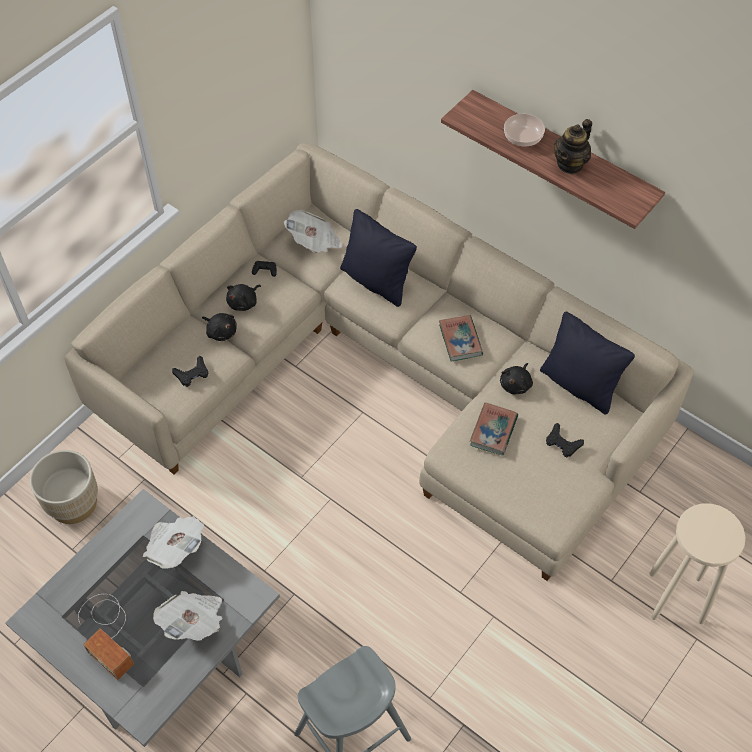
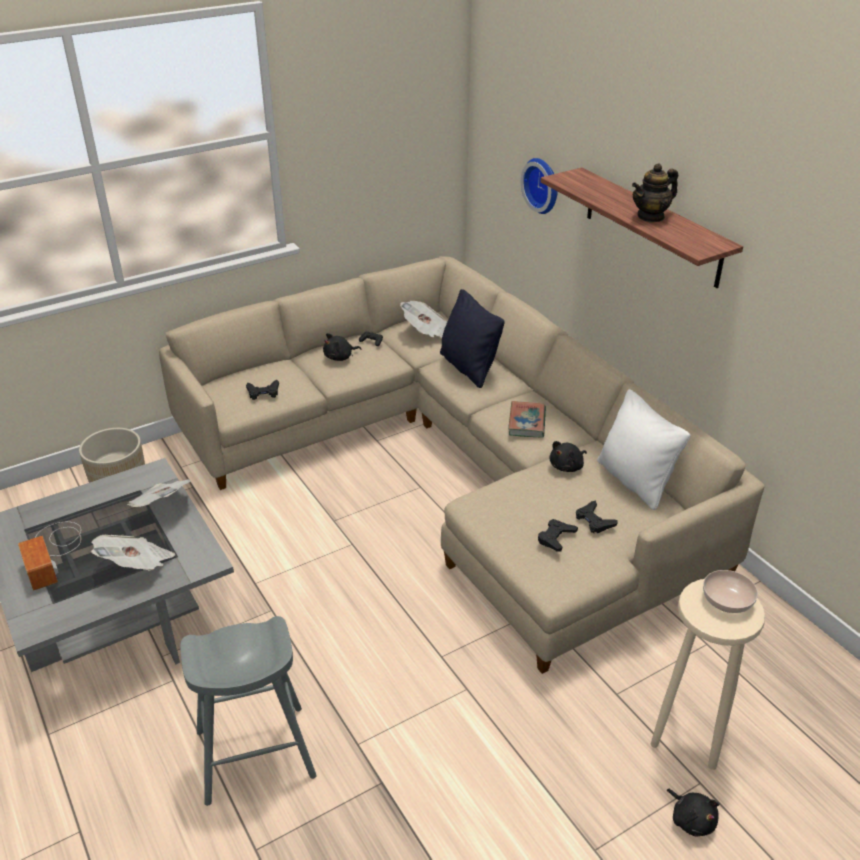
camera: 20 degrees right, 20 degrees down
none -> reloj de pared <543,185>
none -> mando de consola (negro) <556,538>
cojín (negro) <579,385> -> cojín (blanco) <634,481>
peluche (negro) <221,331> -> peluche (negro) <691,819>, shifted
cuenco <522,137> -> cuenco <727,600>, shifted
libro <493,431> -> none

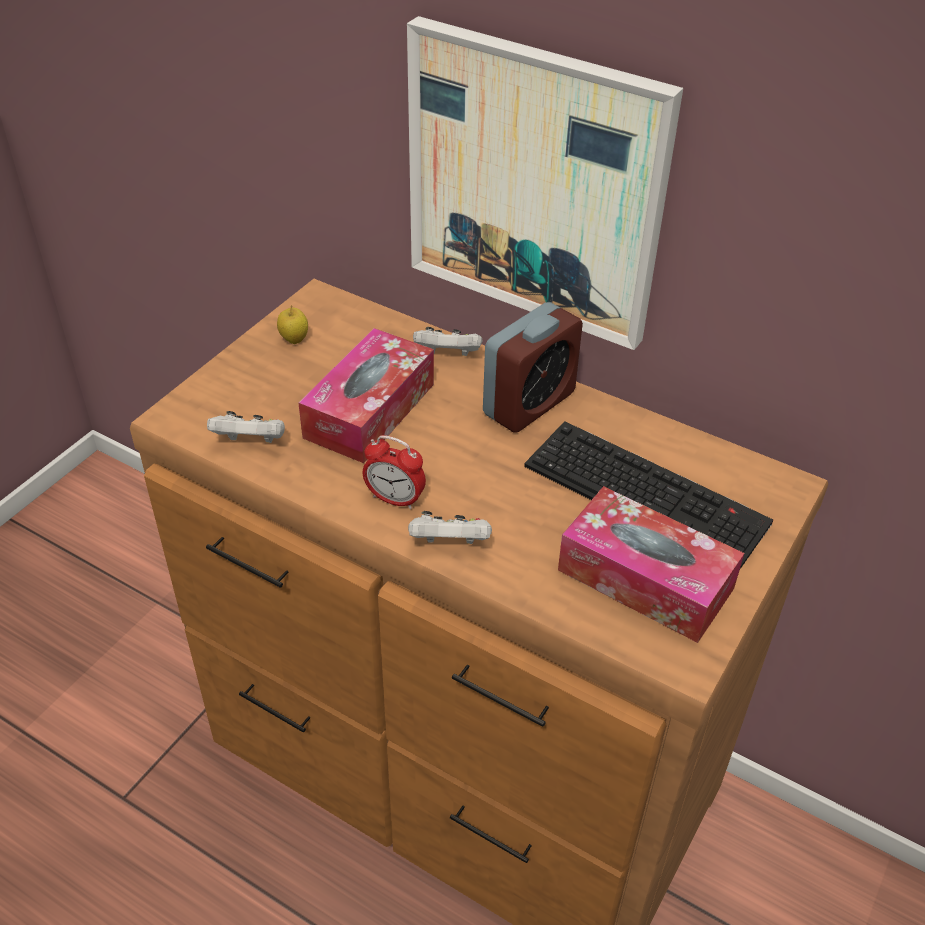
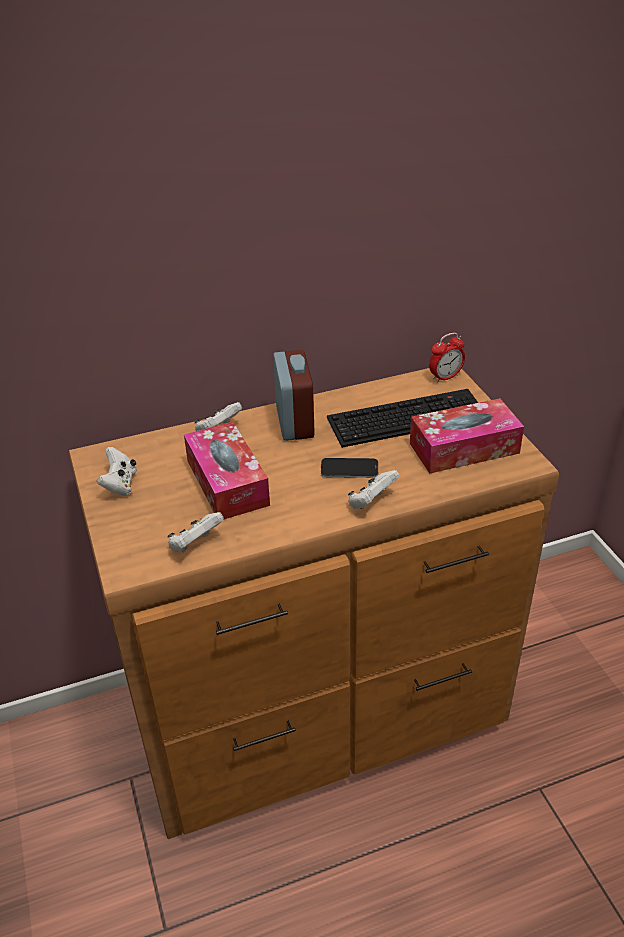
camera: 50 degrees left, 5 degrees down
manzana <294,340> -> mando de consola (blanco) <120,484>
none -> móvil <349,469>
despertador <395,499> -> despertador <445,377>, shifted
cuadro <535,184> -> none

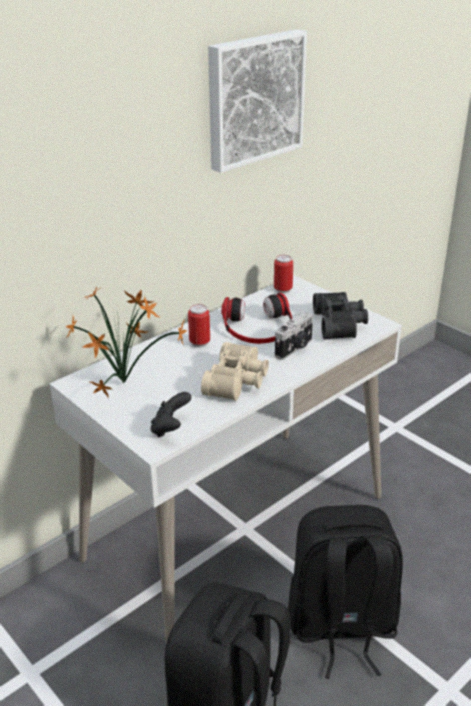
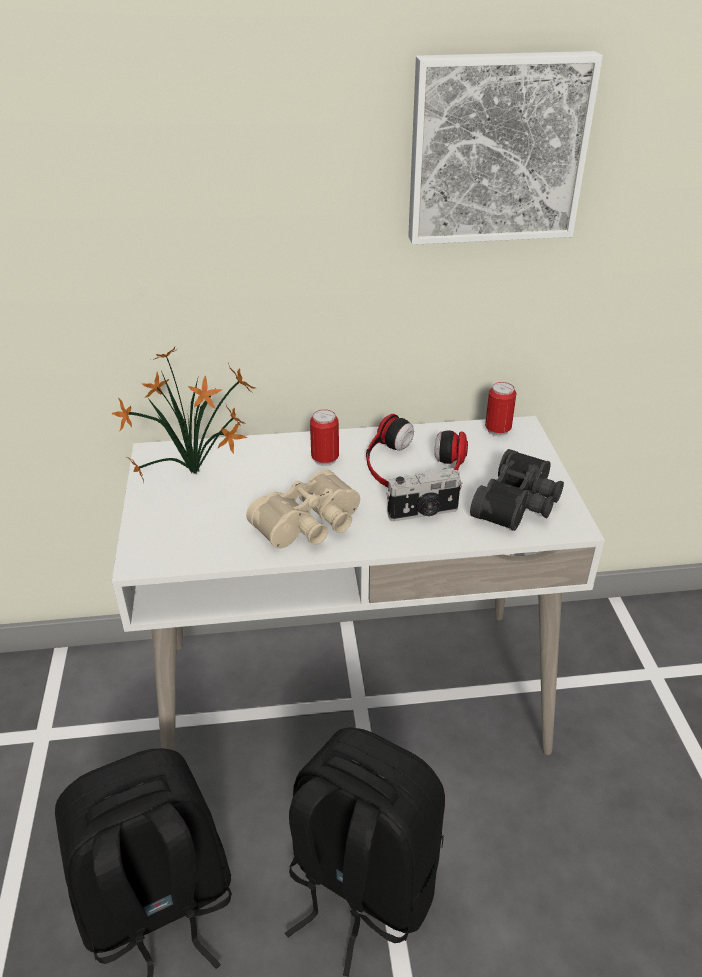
camera: 35 degrees right, 5 degrees up
mando de consola (negro) <170,428> -> none

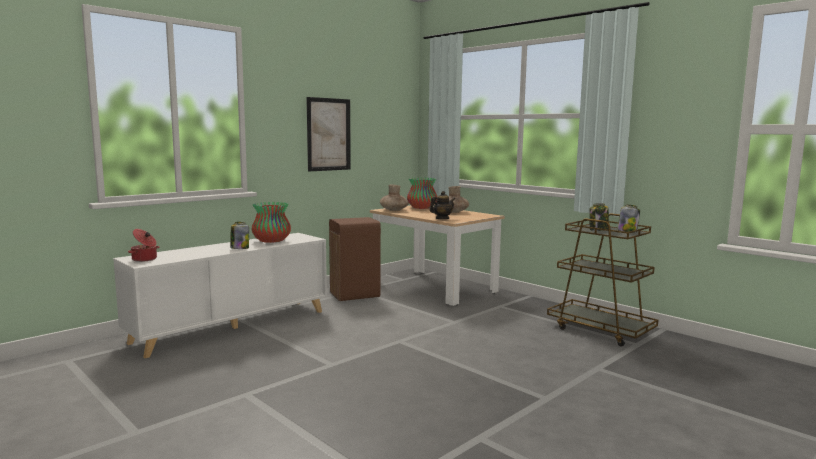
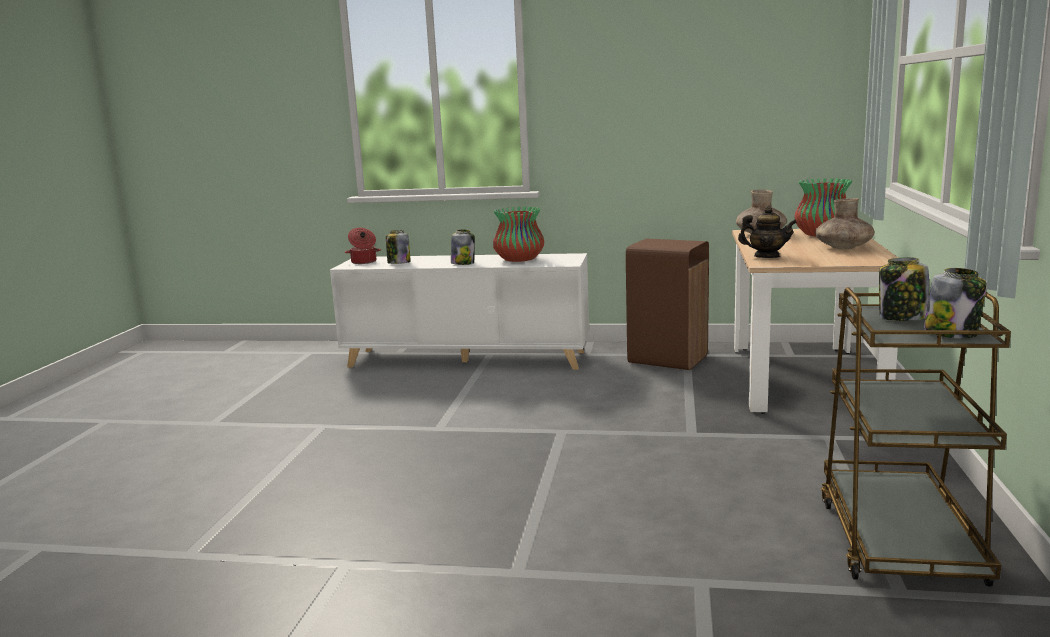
camera: 55 degrees right, 5 degrees up
none -> tarro <398,263>
cuadro <328,134> -> none

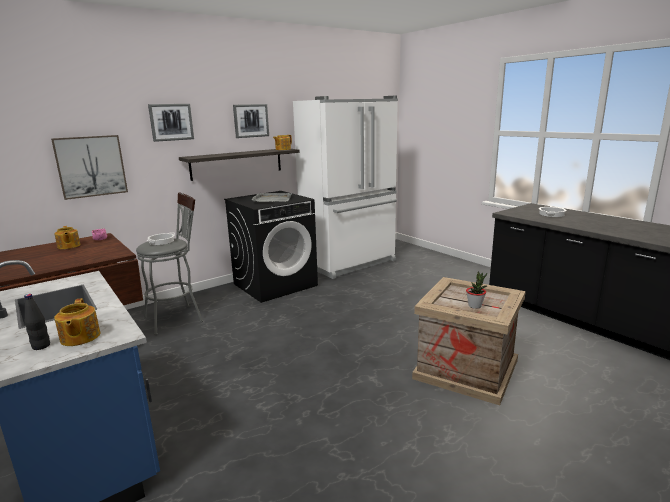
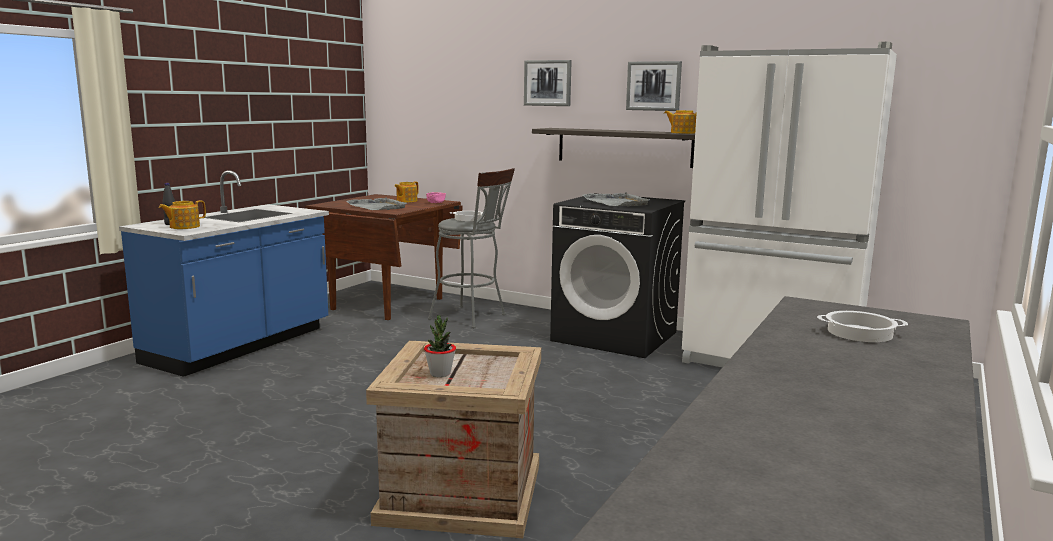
camera: 65 degrees right, 5 degrees down
none -> bandeja (gris) <378,207>
cuadro <91,166> -> none

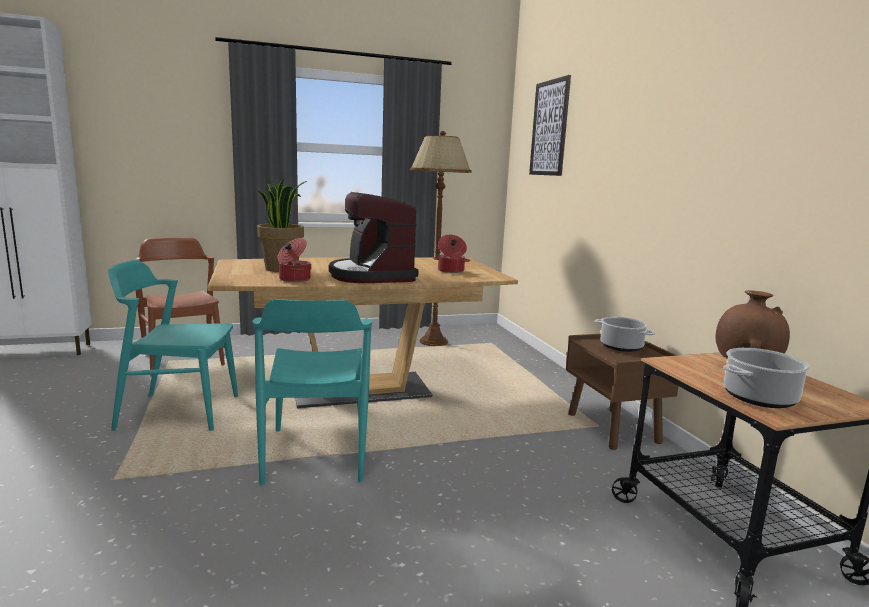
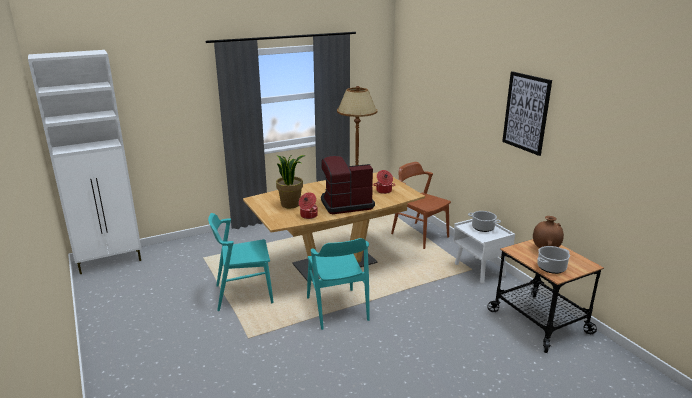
camera: 10 degrees left, 10 degrees up
cafetera <372,275> -> cafetera <345,204>, 105 degrees clockwise
silla (marrón) <183,359> -> silla (marrón) <419,235>, shifted
mesita de noche (marrón) <613,429> -> mesita de noche (blanco) <480,270>
cuadro <549,128> -> cuadro <526,112>, shifted

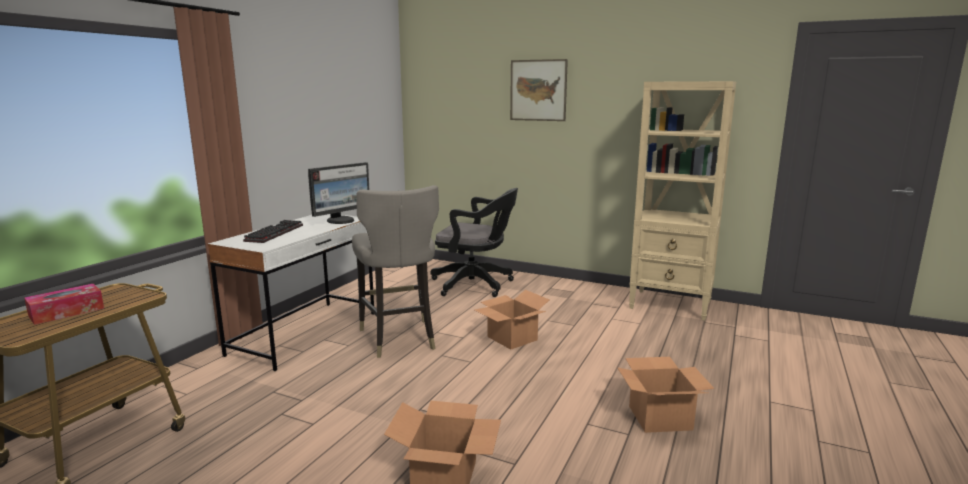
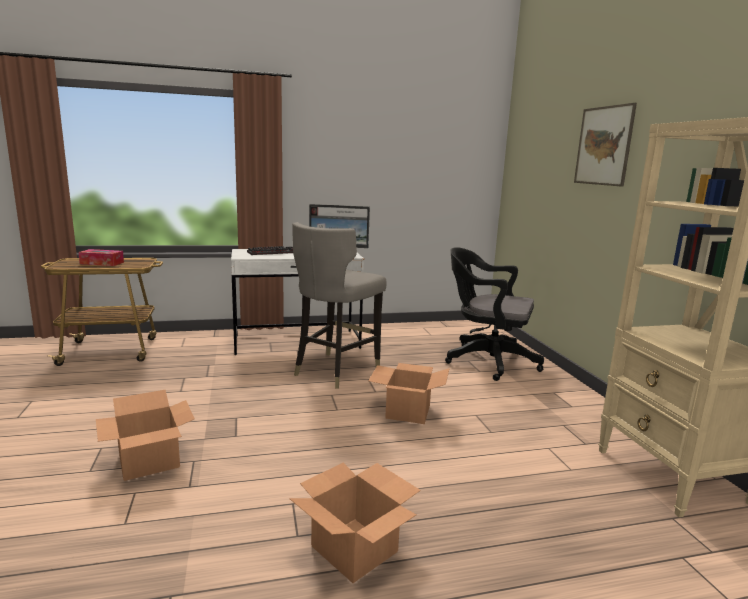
camera: 50 degrees right, 0 degrees up
silla de oficina (negro) <476,285> -> silla de oficina (negro) <486,361>, 135 degrees clockwise

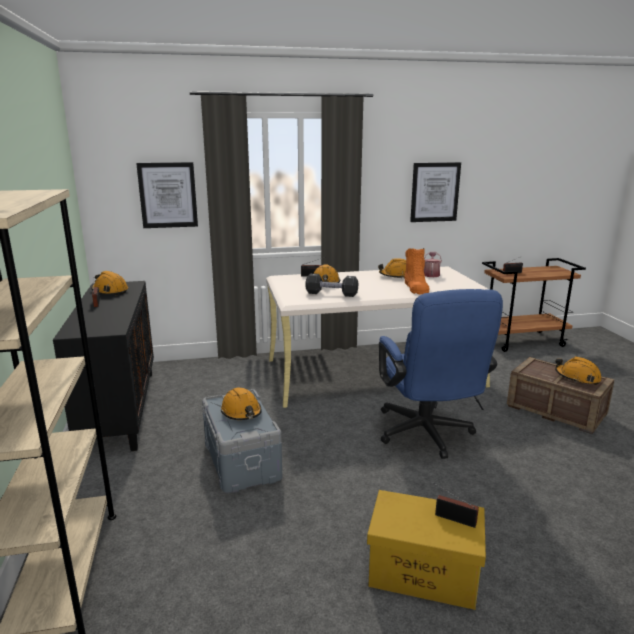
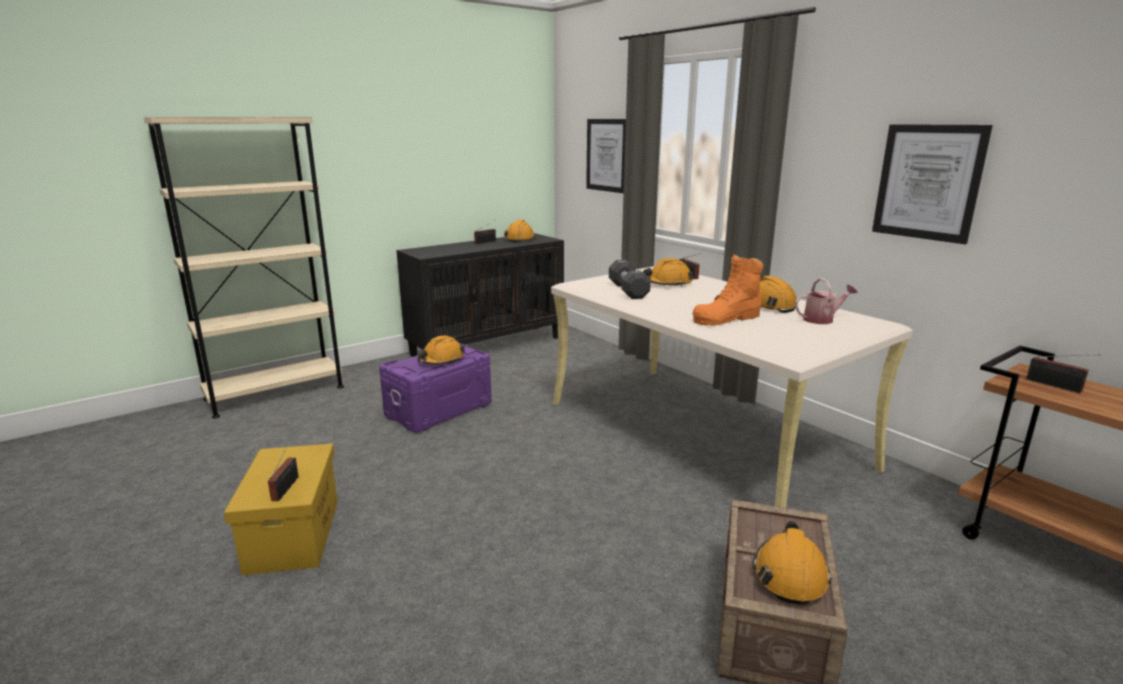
camera: 65 degrees right, 0 degrees up
caja de almacenaje (gris) <243,460> -> caja de almacenaje (morado) <439,410>
silla de oficina (azul) <427,435> -> none

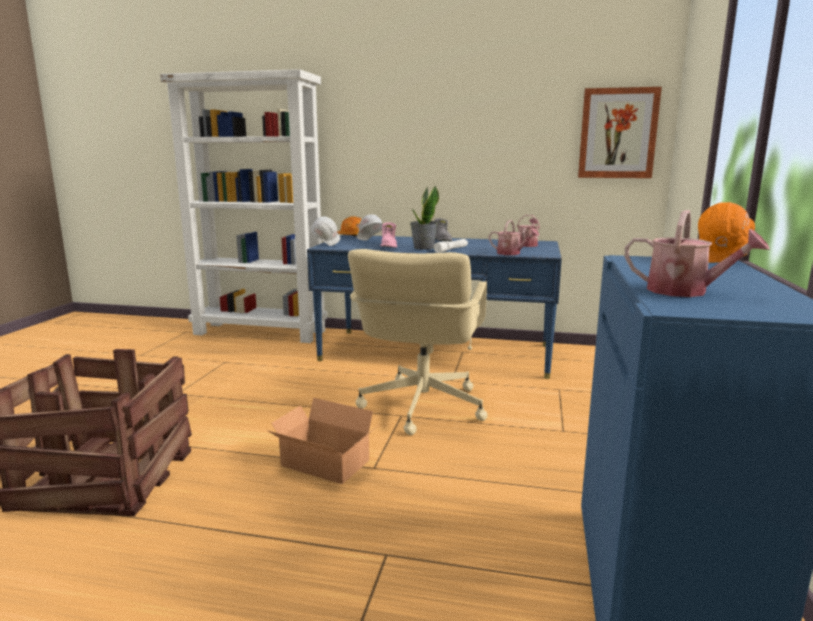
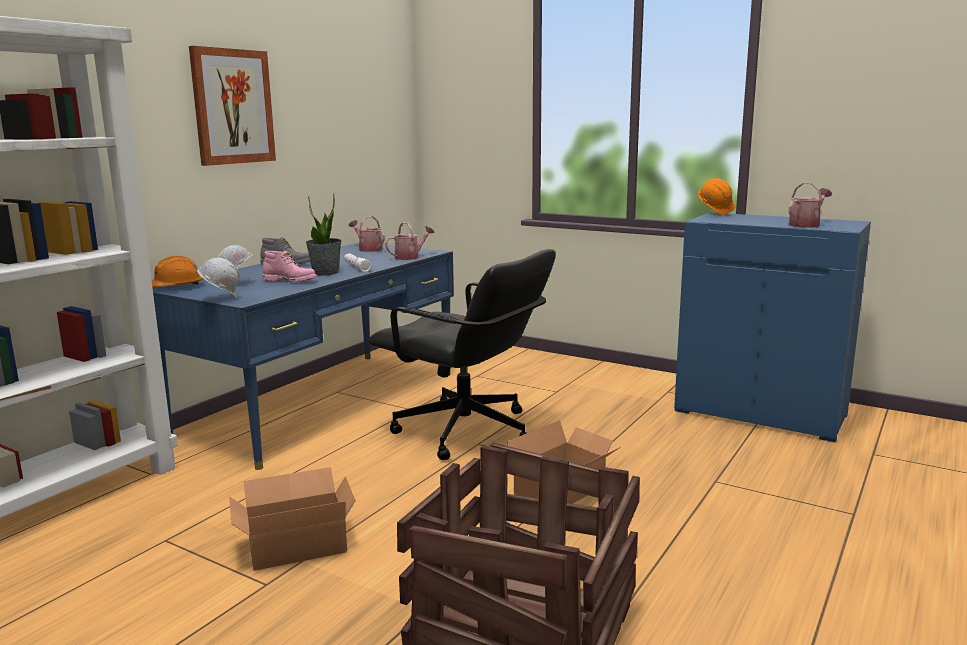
camera: 70 degrees left, 0 degrees up
cuadro <617,133> -> cuadro <232,107>, shifted
none -> caja de cartón <294,544>
silla de oficina (beis) <421,407> -> silla de oficina (negro) <466,432>

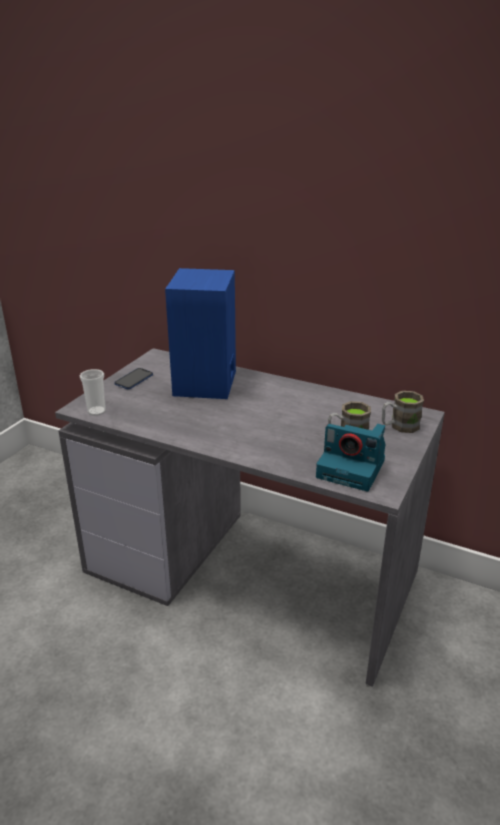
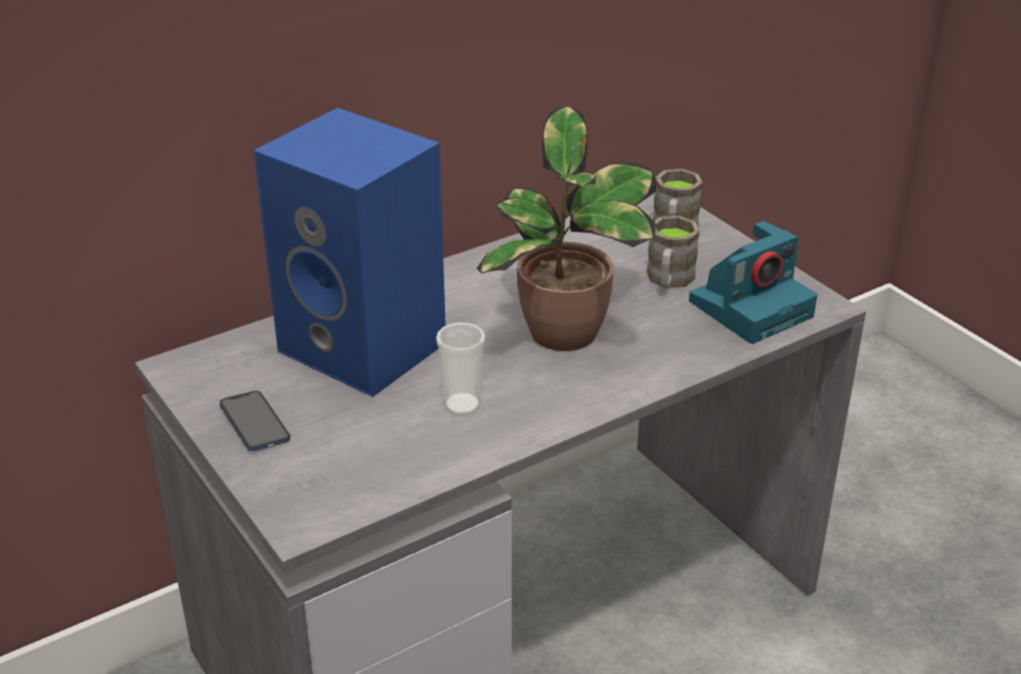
camera: 60 degrees left, 5 degrees up
taza <96,411> -> taza <462,405>, shifted
none -> planta en maceta <565,335>

